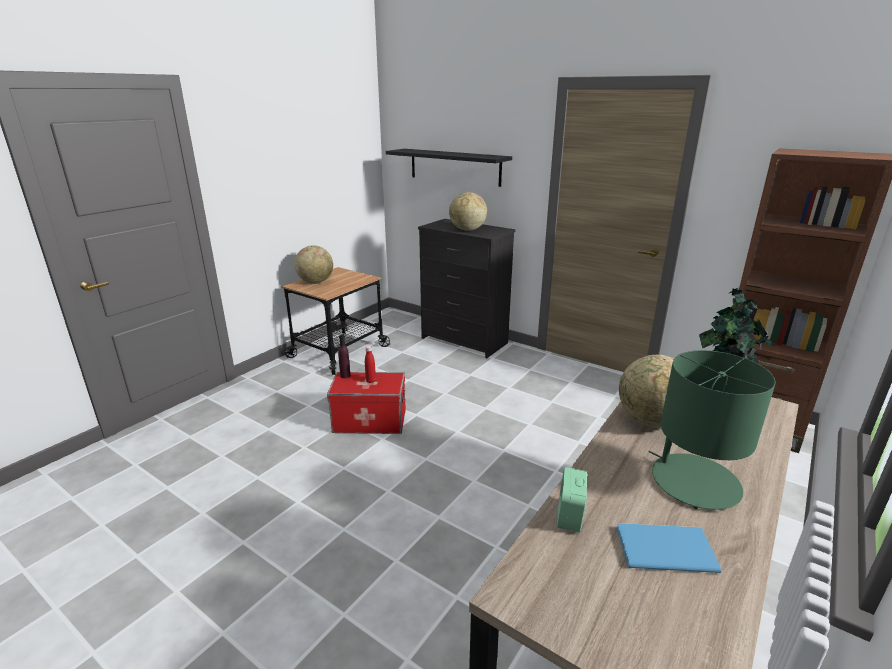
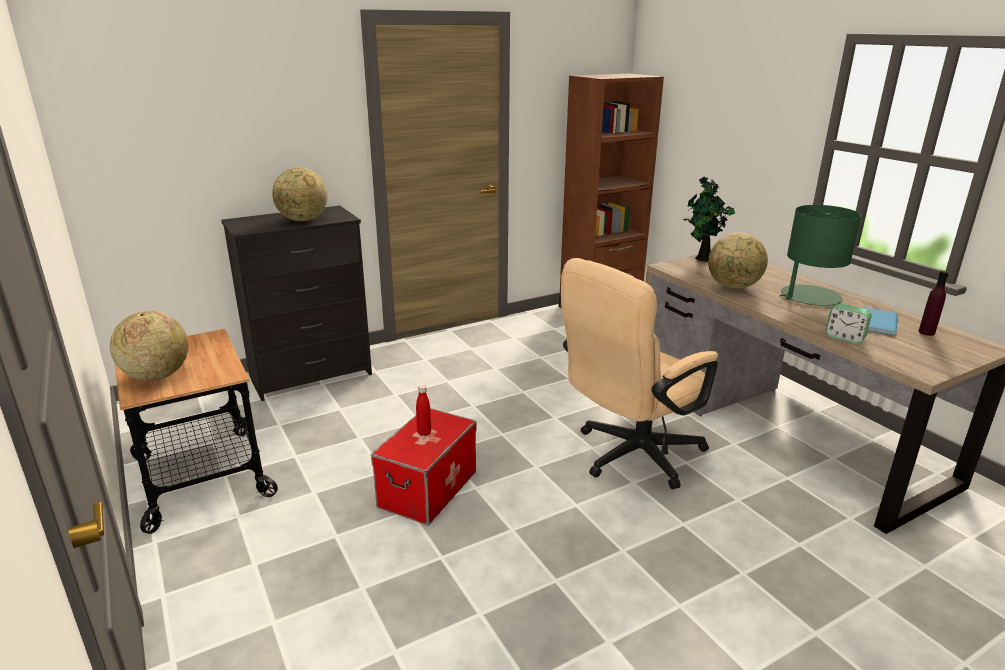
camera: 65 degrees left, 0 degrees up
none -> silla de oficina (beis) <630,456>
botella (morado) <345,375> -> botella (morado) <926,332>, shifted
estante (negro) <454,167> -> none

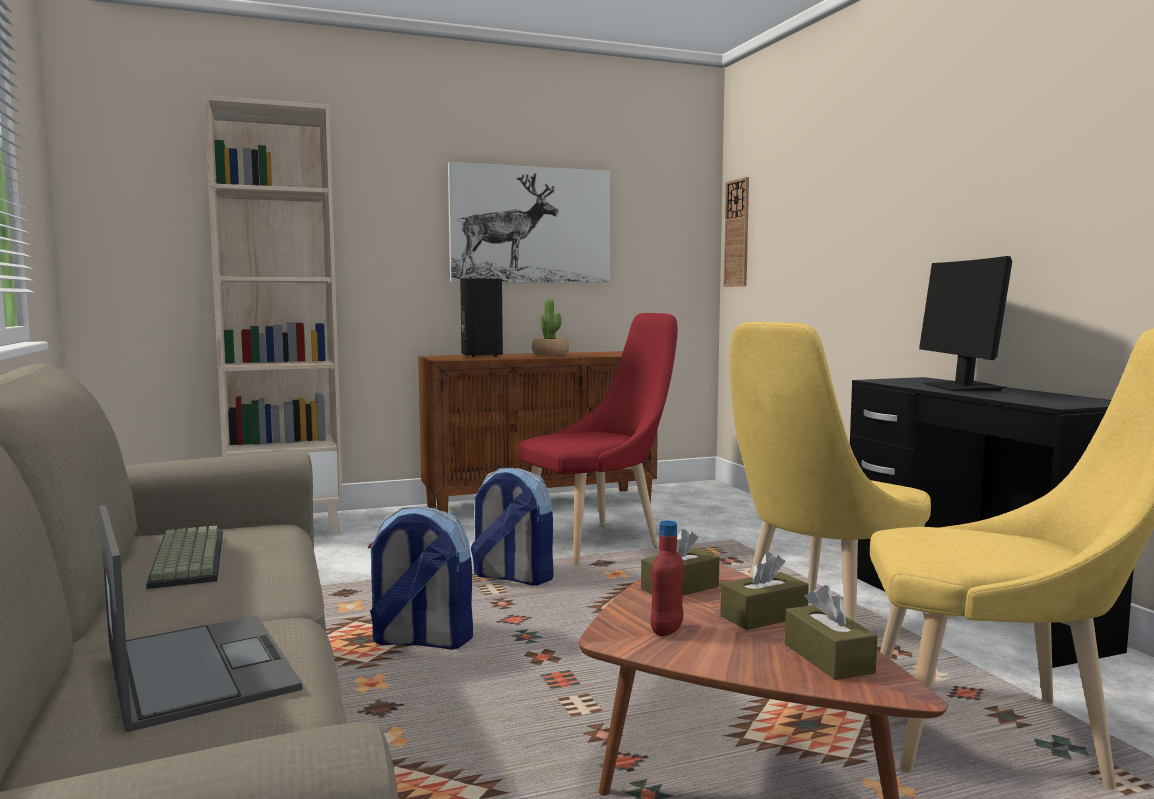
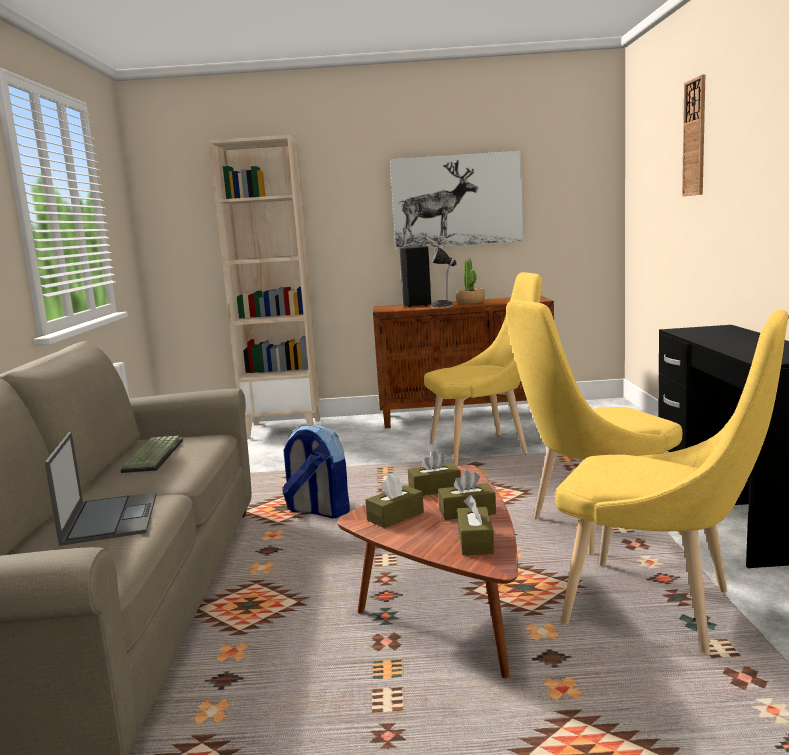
camera: 20 degrees right, 5 degrees up
botella (rojo) <667,630> -> caja de pañuelos (marrón) <395,516>
silla (rojo) <597,542> -> silla (amarillo) <485,448>
none -> lámpara de mesa <443,306>
reloj de pared <737,233> -> reloj de pared <695,137>, shifted
mochila <512,578> -> none
monitor <962,388> -> none

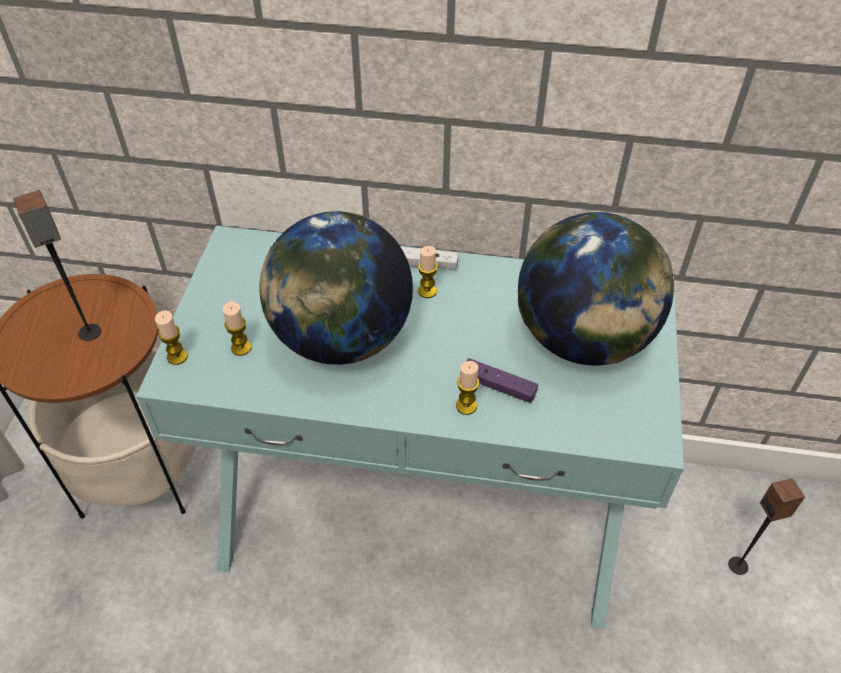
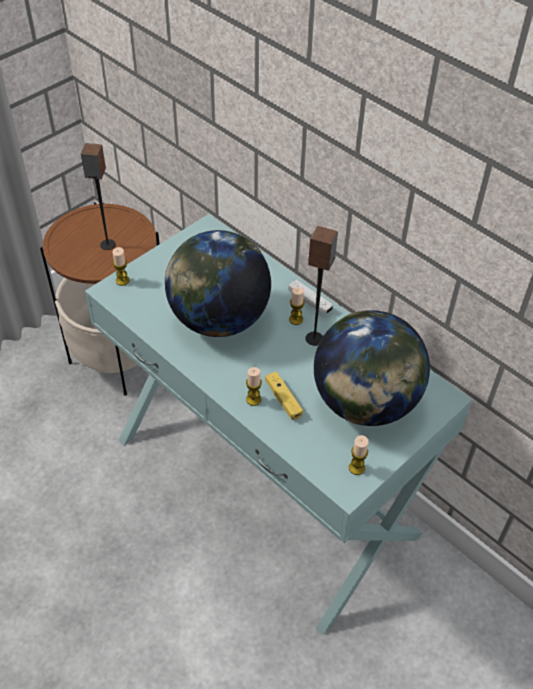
camera: 35 degrees right, 0 degrees up
mando de consola (morado) <498,386> -> mando de consola (amarillo) <283,399>
altavoz <738,565> -> altavoz <314,339>, shifted
vela <241,348> -> vela <356,468>, shifted

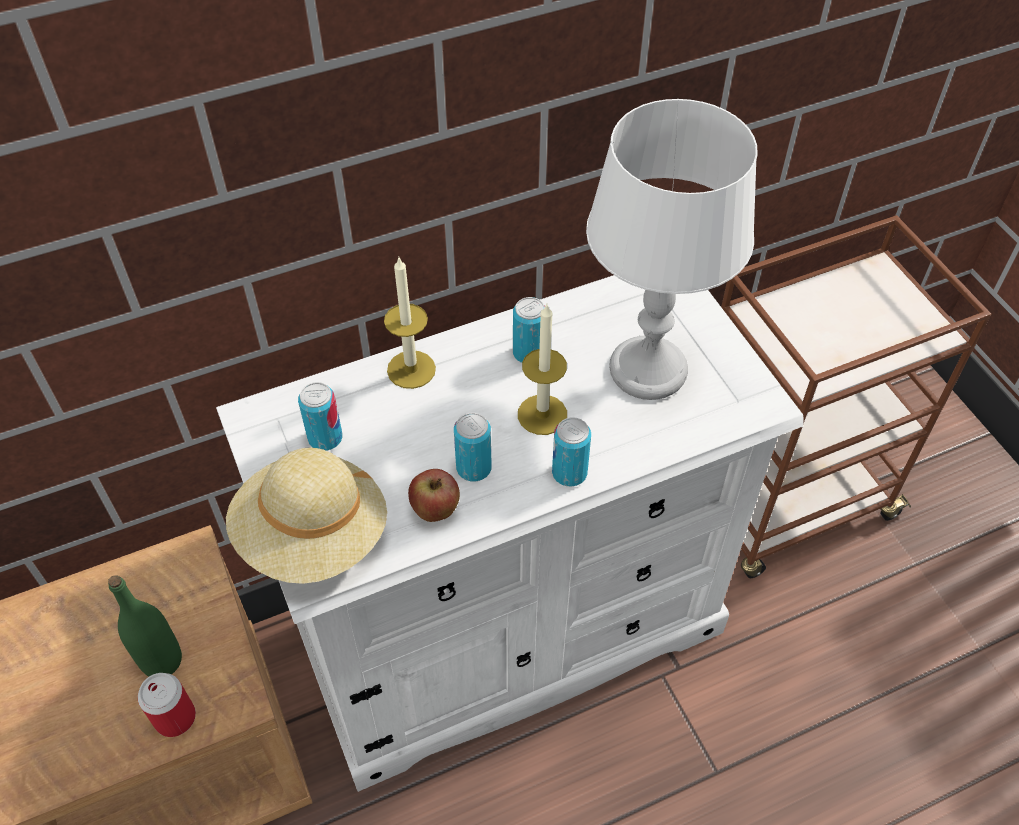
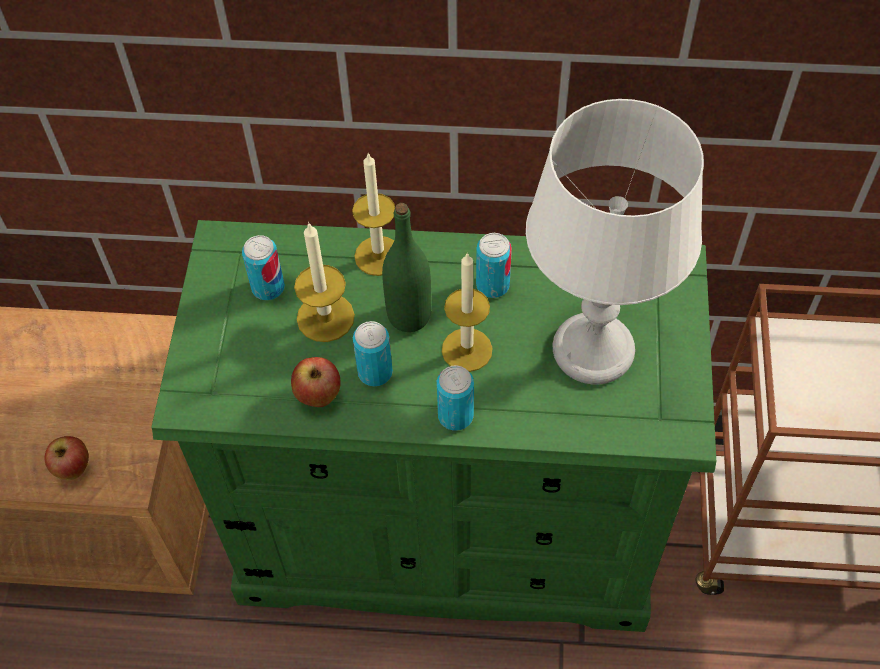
camera: 30 degrees right, 5 degrees up
lata <175,717> -> manzana <73,469>
cómoda (blanco) <510,628> -> cómoda (verde) <447,528>
none -> vela <325,317>
botella (verde) <162,661> -> botella (verde) <409,315>, shifted
sombrero (beis) <313,536> -> none

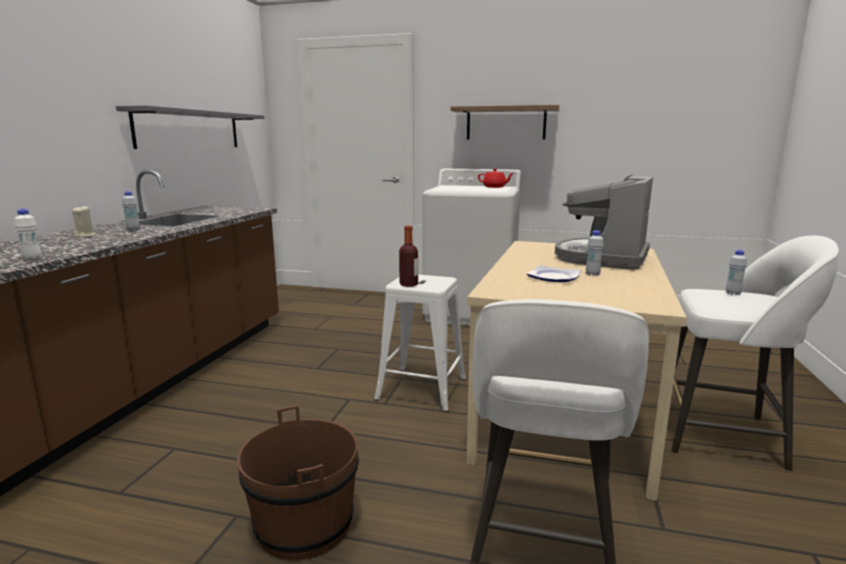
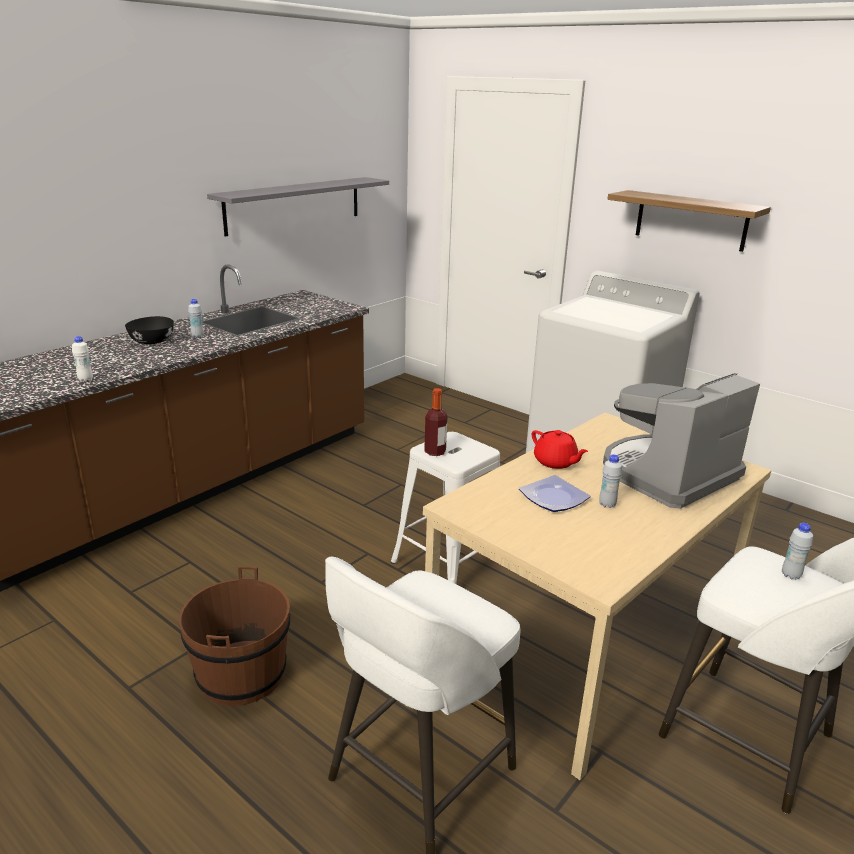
camera: 25 degrees right, 10 degrees up
vela (beis) <85,236> -> cuenco (negro) <152,342>
tetera (rojo) <494,187> -> tetera (rojo) <555,462>, shifted

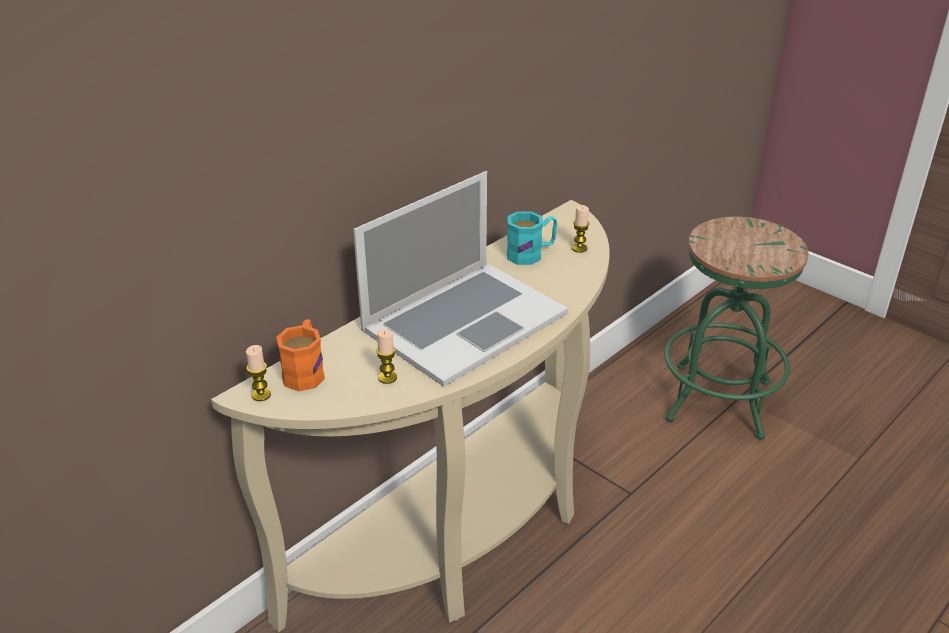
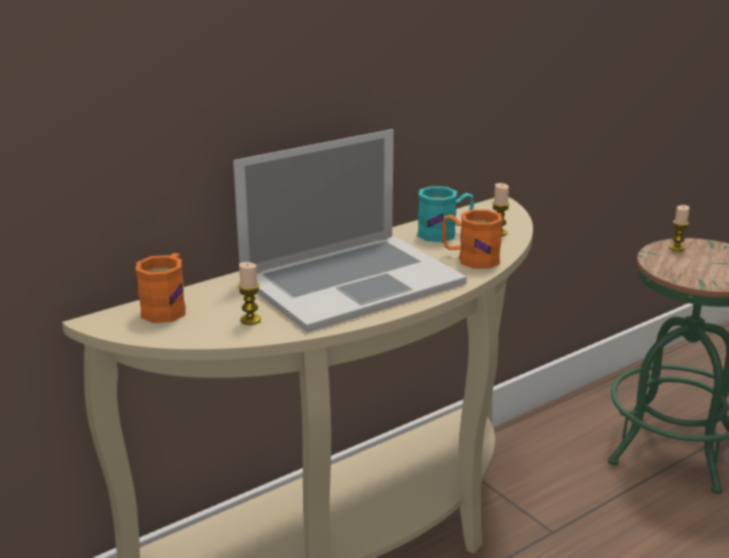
camera: 10 degrees right, 10 degrees down
none -> taza grande (naranja) <470,259>
vela <261,395> -> vela <677,248>, shifted

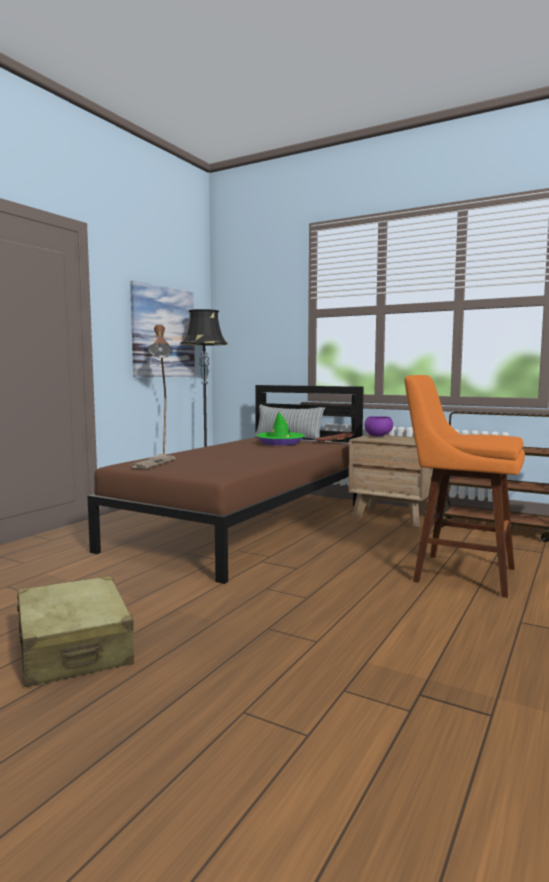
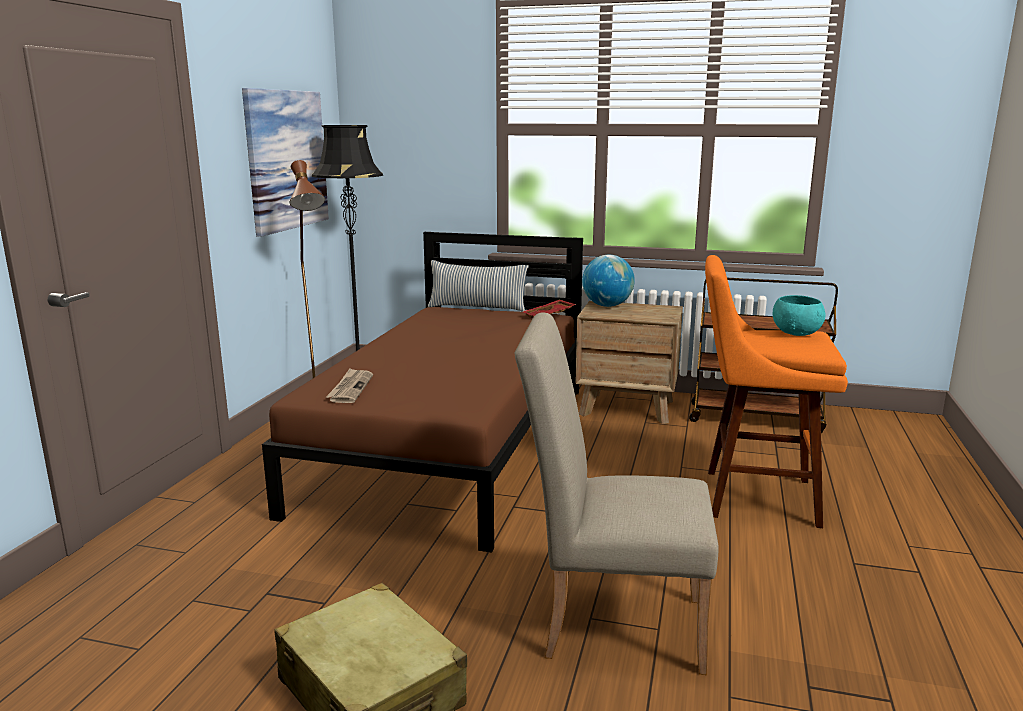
camera: 15 degrees left, 10 degrees up
none -> silla (beis) <609,623>
cuenco (morado) <378,436> -> globo terráqueo <607,305>
none -> cuenco (turquesa) <796,333>
sombrero (verde) <280,442> -> none

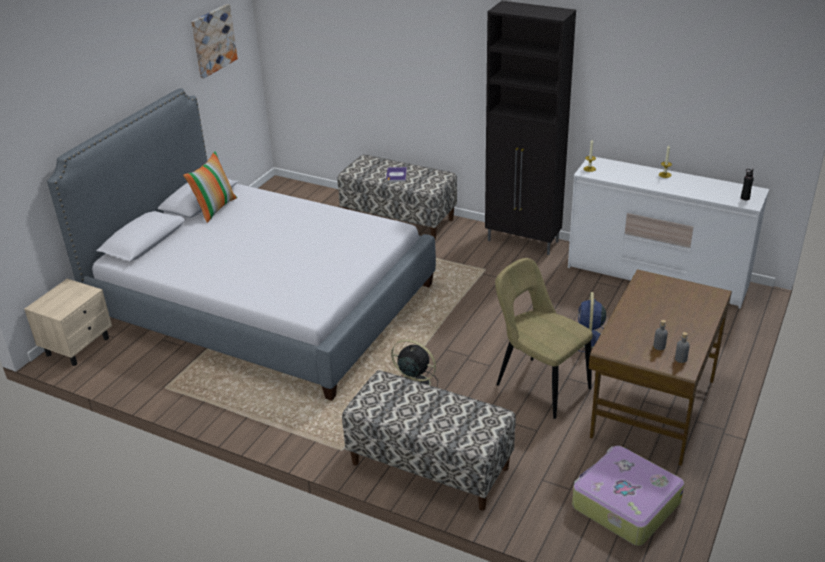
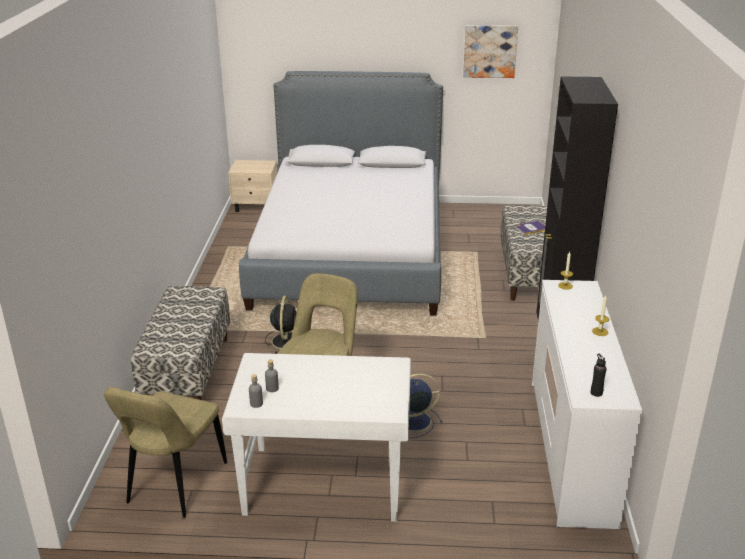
camera: 65 degrees right, 5 degrees down
maleta <624,504> -> silla (beis) <174,486>
escritorio (marrón) <652,408> -> escritorio (blanco) <323,482>
cojín <215,208> -> none

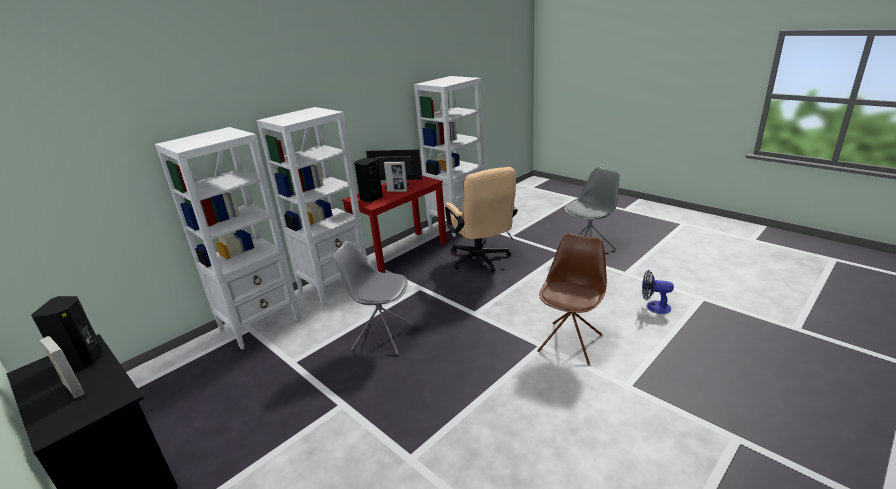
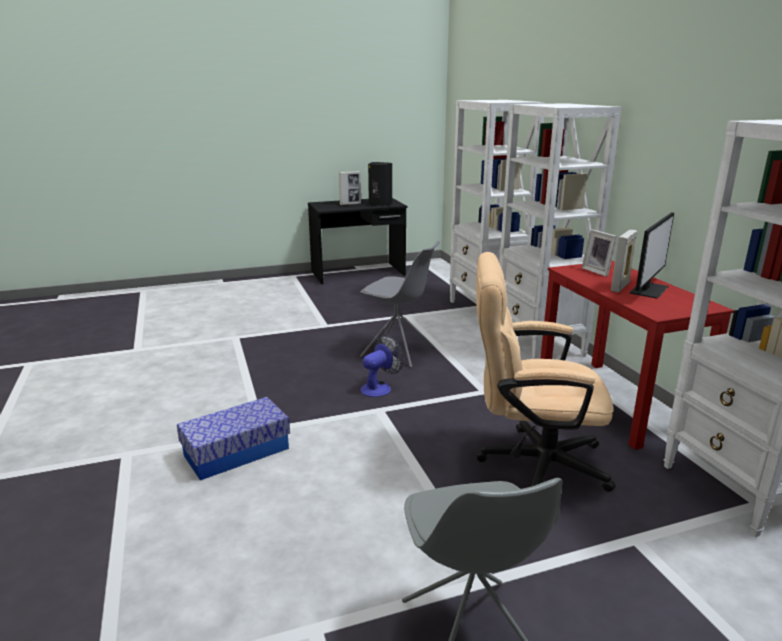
camera: 115 degrees right, 5 degrees down
silla (marrón) <570,342> -> caja de almacenaje <236,452>
silla (gris) <382,337> -> silla (gris) <398,352>, 75 degrees clockwise
ventilador <653,307> -> ventilador <380,387>, shifted
altavoz (negro) <370,198> -> portarretratos <598,271>

